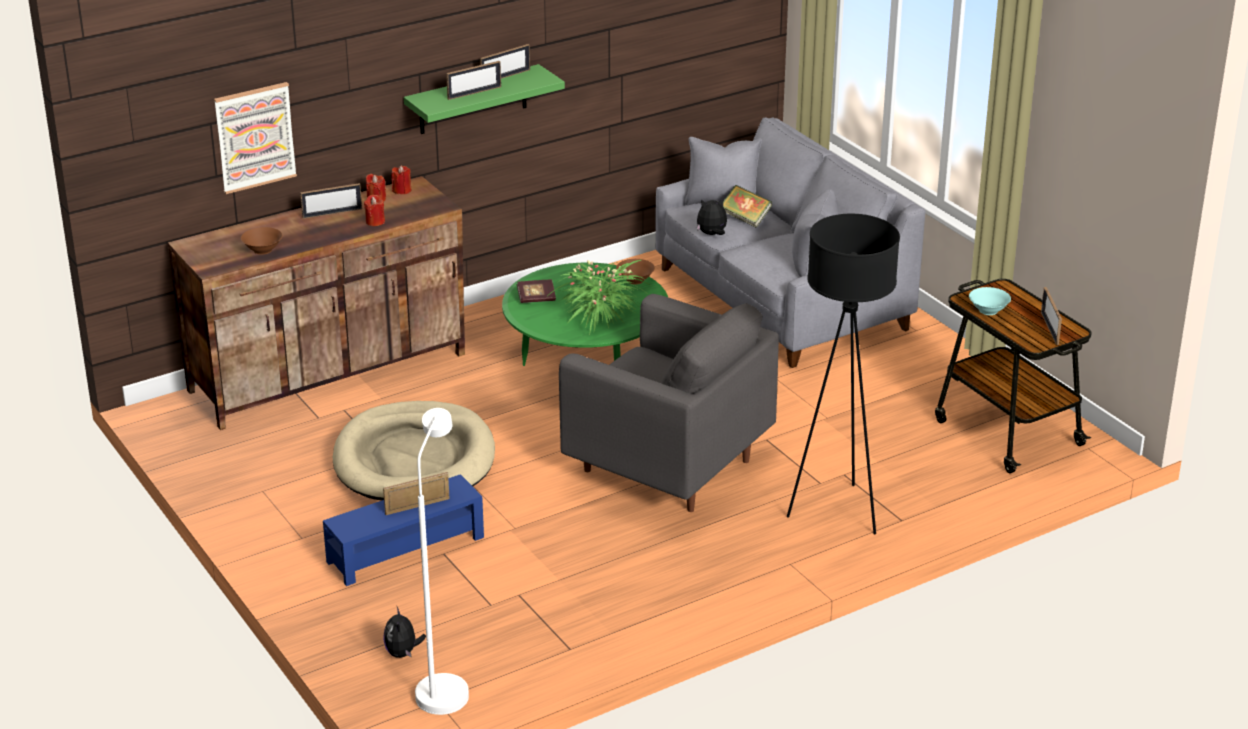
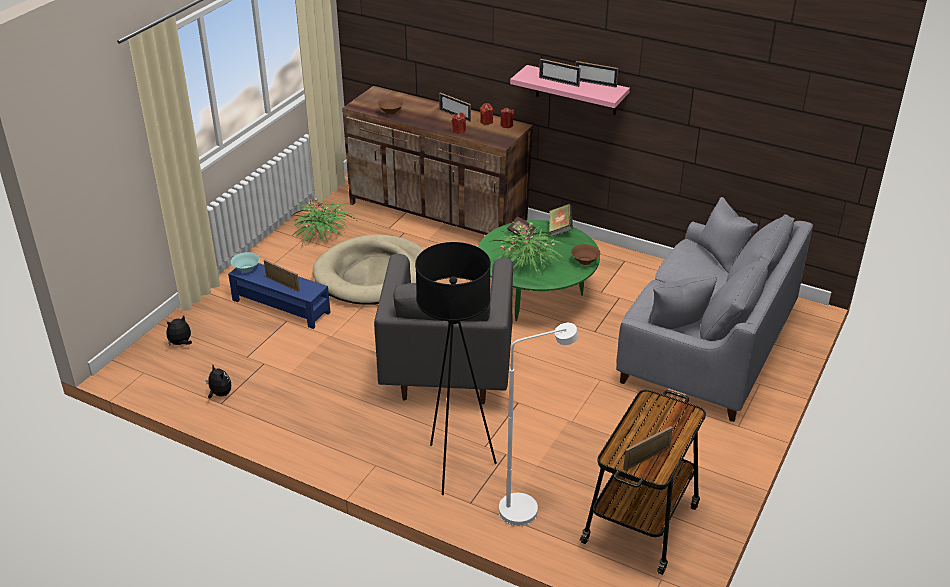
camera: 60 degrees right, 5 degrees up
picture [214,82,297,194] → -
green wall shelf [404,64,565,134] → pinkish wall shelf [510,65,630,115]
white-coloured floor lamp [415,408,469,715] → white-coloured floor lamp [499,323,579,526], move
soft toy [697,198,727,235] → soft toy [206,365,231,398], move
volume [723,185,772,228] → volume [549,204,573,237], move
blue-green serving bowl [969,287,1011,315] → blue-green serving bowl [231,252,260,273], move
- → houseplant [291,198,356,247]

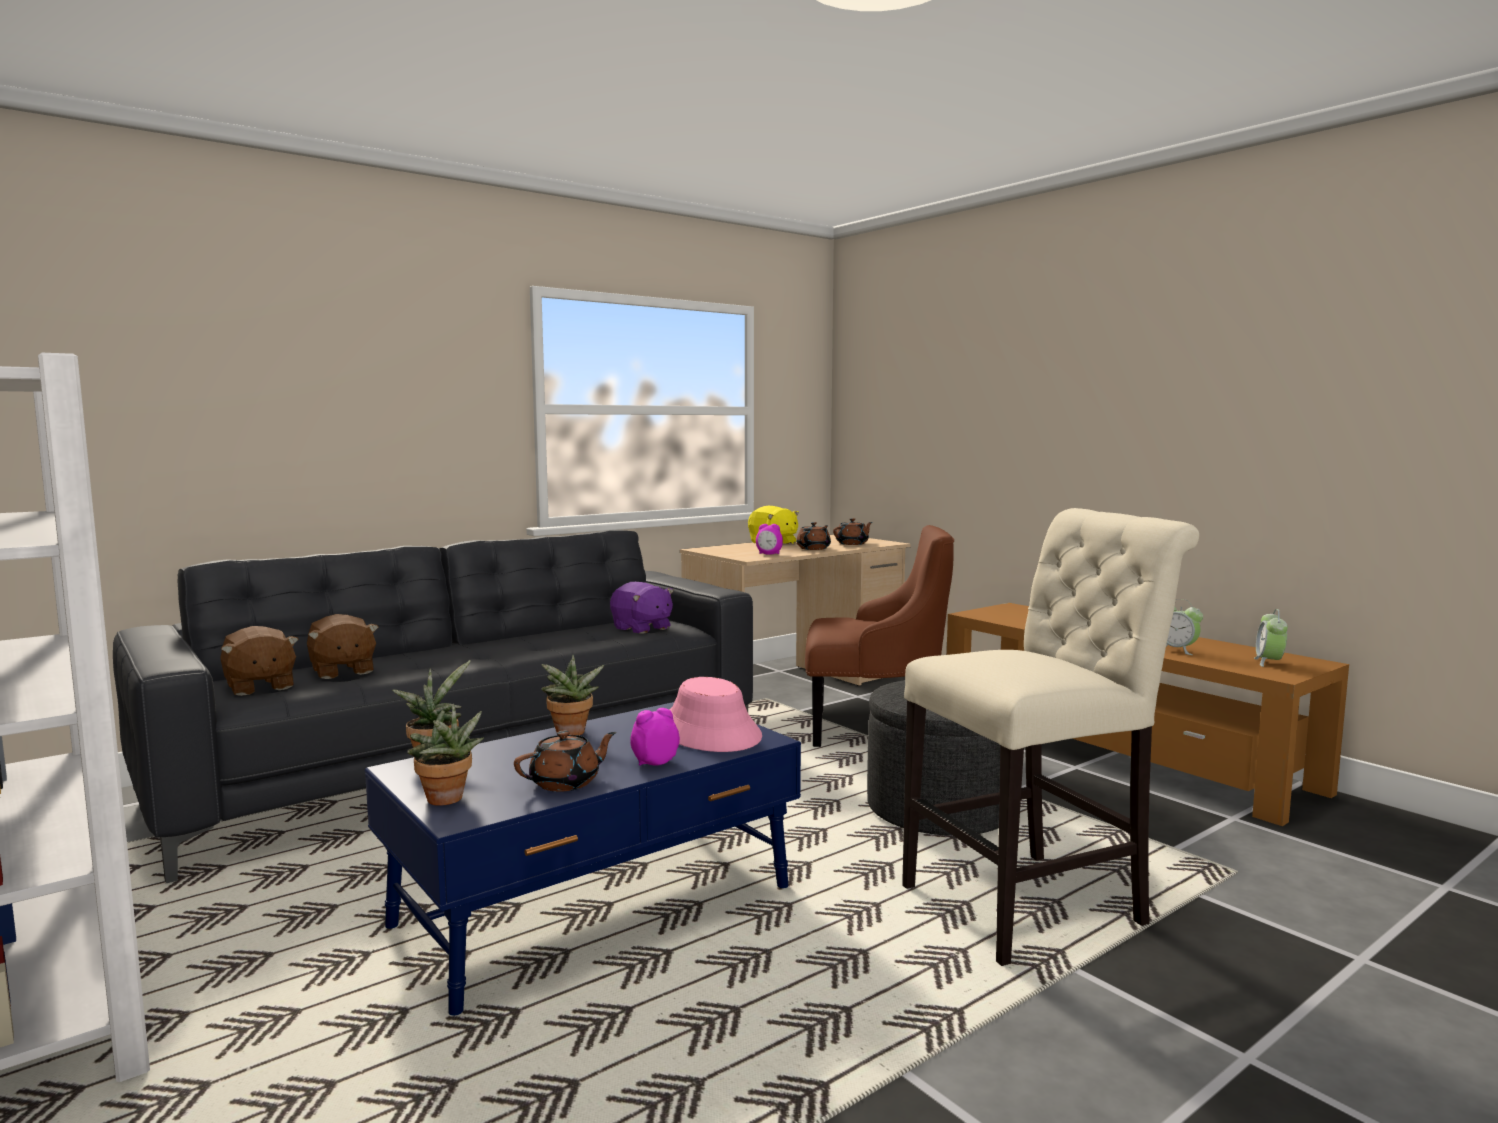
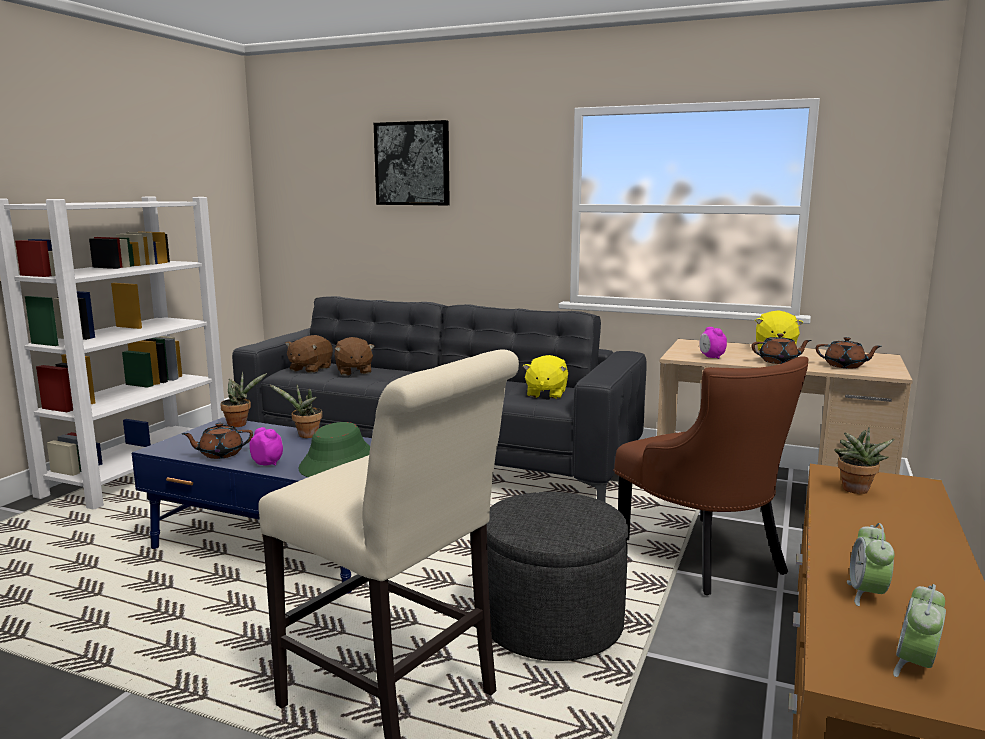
camera: 60 degrees right, 5 degrees up
brownish soft toy [307,614,379,679] → brownish soft toy [335,337,375,376], 45 degrees counterclockwise
houseplant [407,704,484,806] → houseplant [834,427,895,494], move
brownish teapot [514,731,617,792] → brownish teapot [182,423,253,459], 135 degrees clockwise
purplish soft toy [610,582,674,634] → yellow-coloured soft toy [523,355,568,399]
pinkish hat [670,677,762,752] → green hat [298,422,370,477]
table clock [1254,609,1288,667] → table clock [893,584,946,677], 45 degrees counterclockwise
- → picture [374,120,450,205]

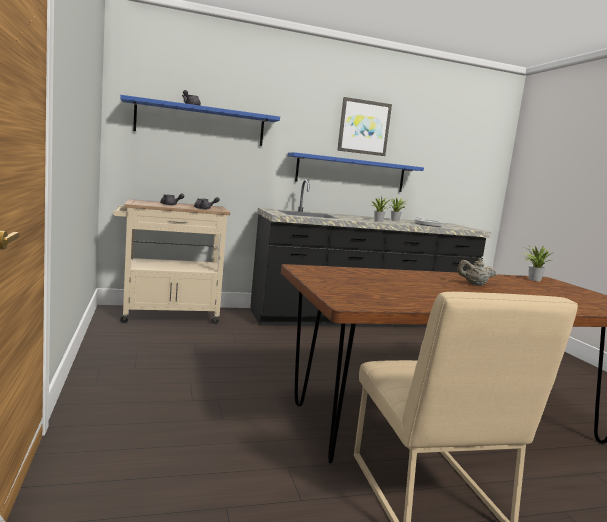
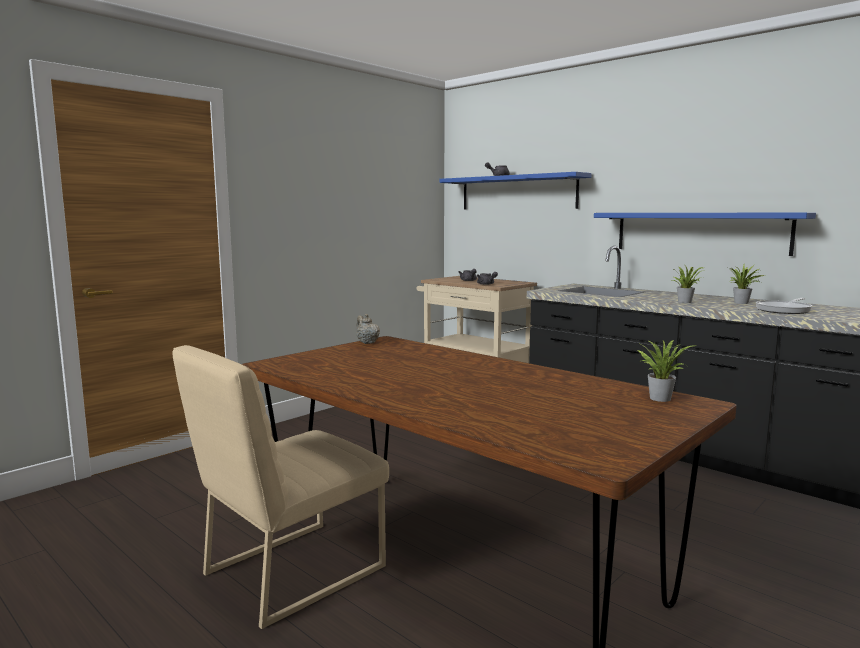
camera: 60 degrees right, 0 degrees up
picture [337,97,392,156] → -
sand-coloured teapot [457,258,496,286] → sand-coloured teapot [356,314,380,344], move

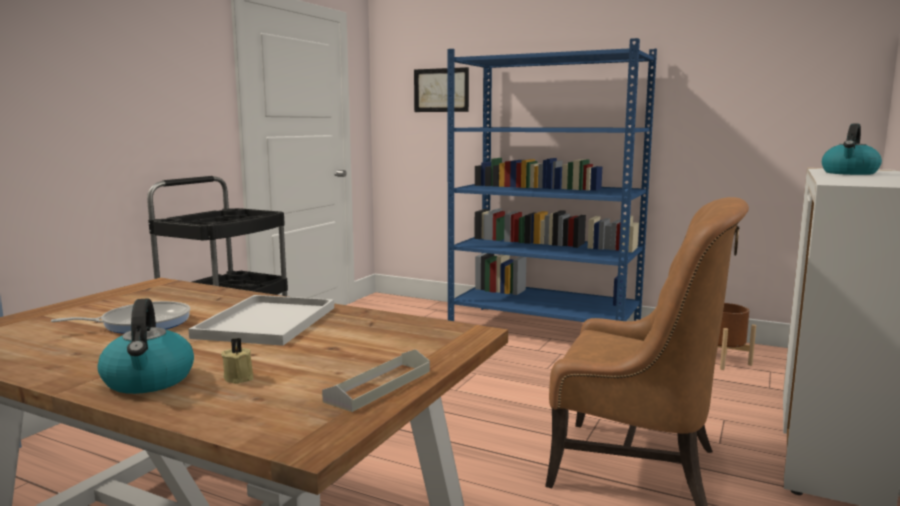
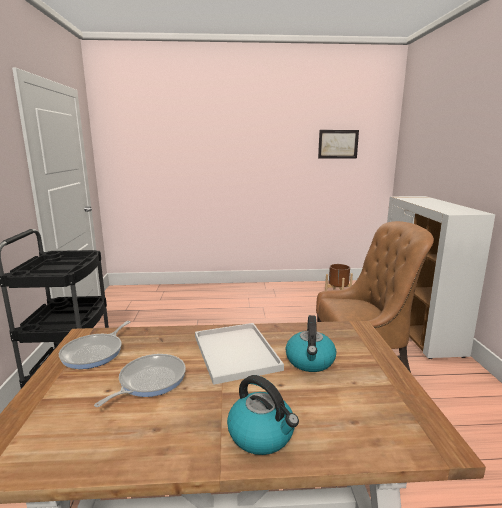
camera: 30 degrees left, 5 degrees up
sand-coloured wax light [221,338,254,384] → -
grey serving tray [322,349,430,412] → -
picture [414,67,469,112] → picture [318,130,359,159], move
blue bookcase [447,38,657,322] → -
water kettle [822,123,882,175] → water kettle [286,315,336,372], move
- → pan [59,321,131,369]

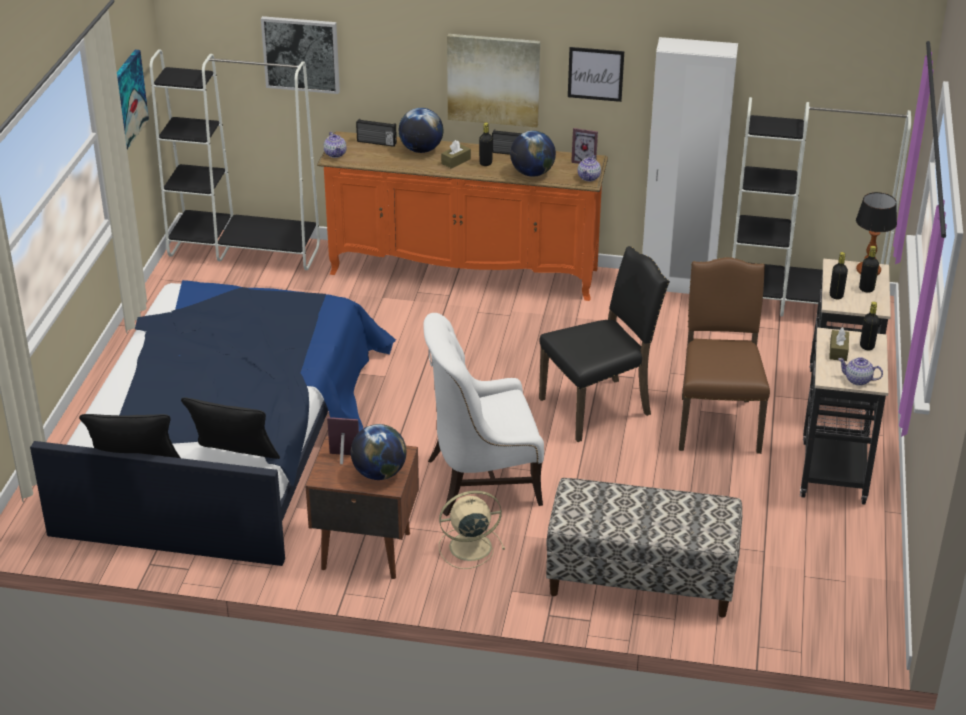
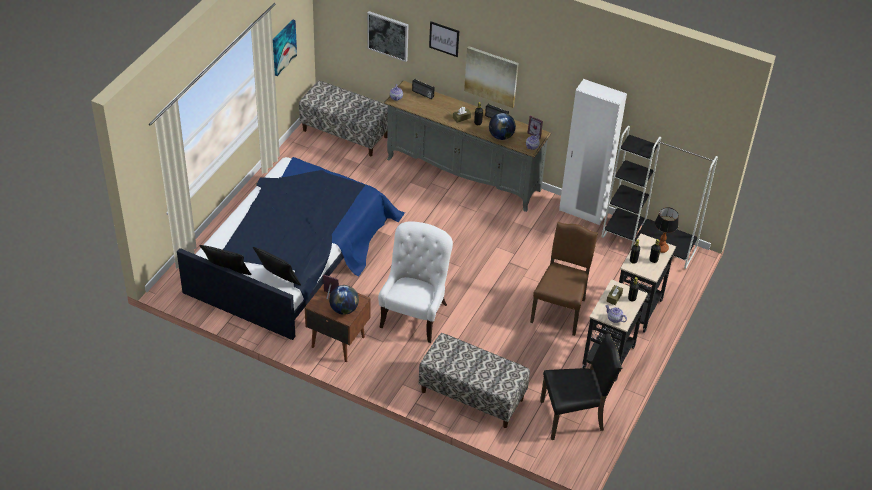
camera: 15 degrees right, 10 degrees up
black-coloured garment stand [150,49,320,270] → indoor bench [299,81,388,156]
orangey chest of drawers [317,131,608,301] → grey chest of drawers [384,81,551,212]
globe [399,108,443,153] → -
white-coloured plain chair [423,313,544,516] → white-coloured plain chair [378,221,453,343], 105 degrees clockwise
sand-coloured electric fan [439,491,505,569] → -
black-coloured plain chair [539,246,670,442] → black-coloured plain chair [540,334,622,440], move
picture [568,47,624,102] → picture [429,21,459,57], move

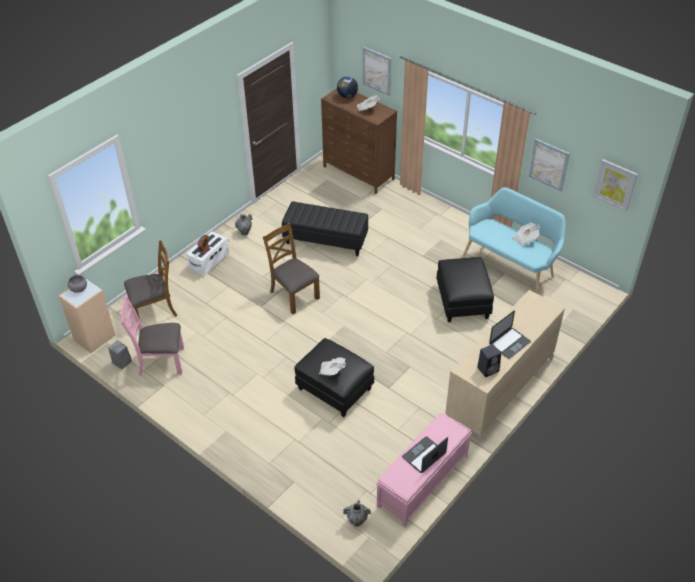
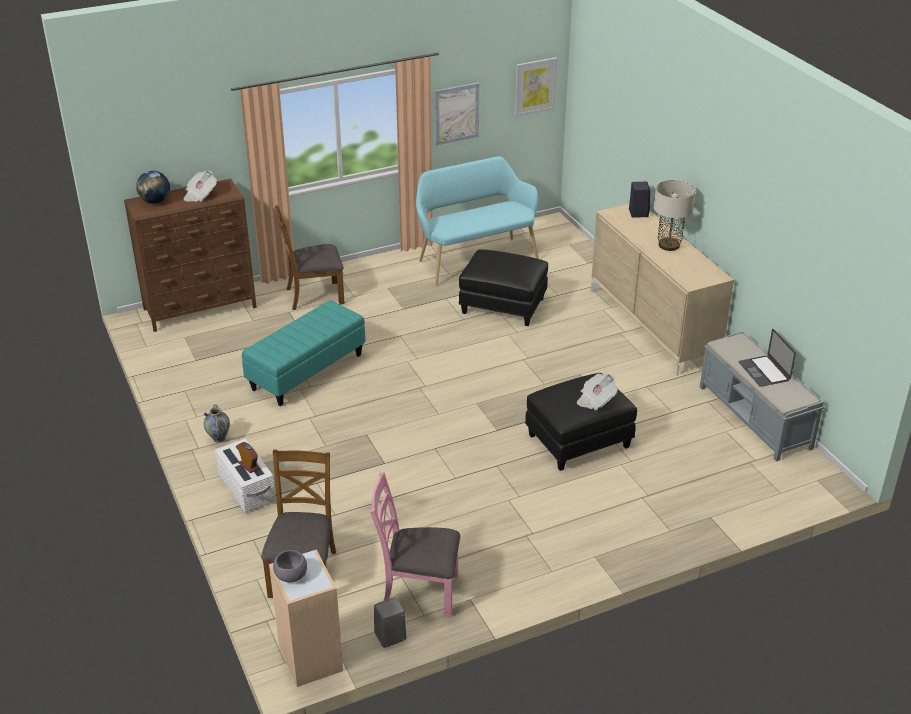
camera: 65 degrees left, 10 degrees down
pinkish plain chair [121,296,184,376] → pinkish plain chair [370,472,460,617], 75 degrees clockwise
brownish plain chair [263,223,320,314] → brownish plain chair [275,205,345,310], move
black-coloured ottoman [282,201,368,256] → blue-green ottoman [242,300,366,407]
vase [343,500,371,527] → -
picture [363,47,392,96] → -
pinkish indoor bench [376,413,472,527] → grey indoor bench [700,331,825,462]
black-coloured loudspeaker [477,344,501,377] → black-coloured loudspeaker [629,182,650,218], move
laptop [489,311,531,359] → lamp for a table [654,180,696,251]
printed paper [513,222,540,246] → -

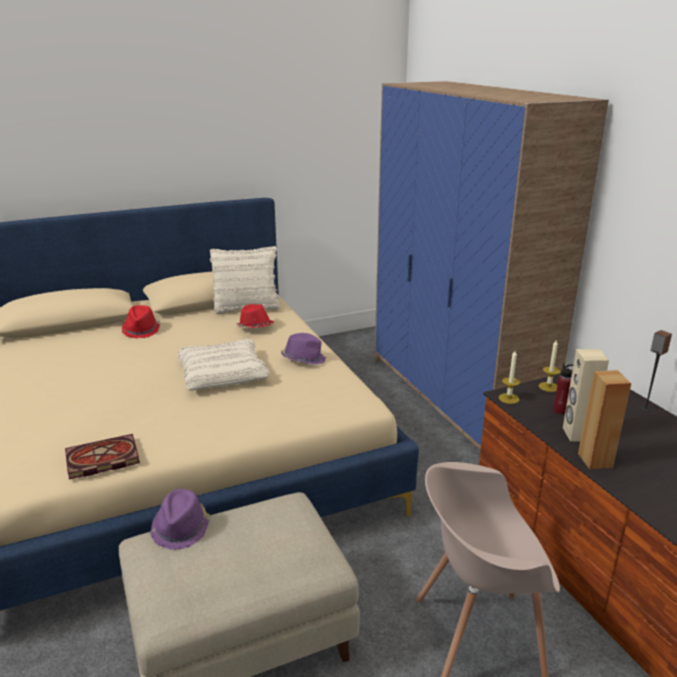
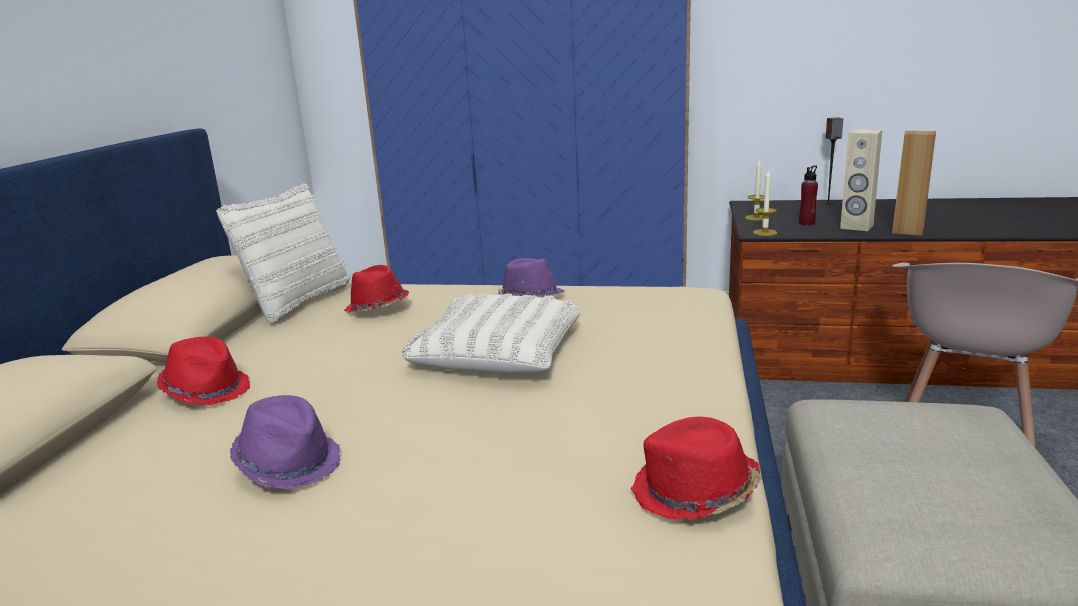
camera: 55 degrees left, 5 degrees down
volume [65,434,140,480] → red hat [631,417,761,520]
purplish hat [150,489,210,550] → purplish hat [230,395,340,490], move

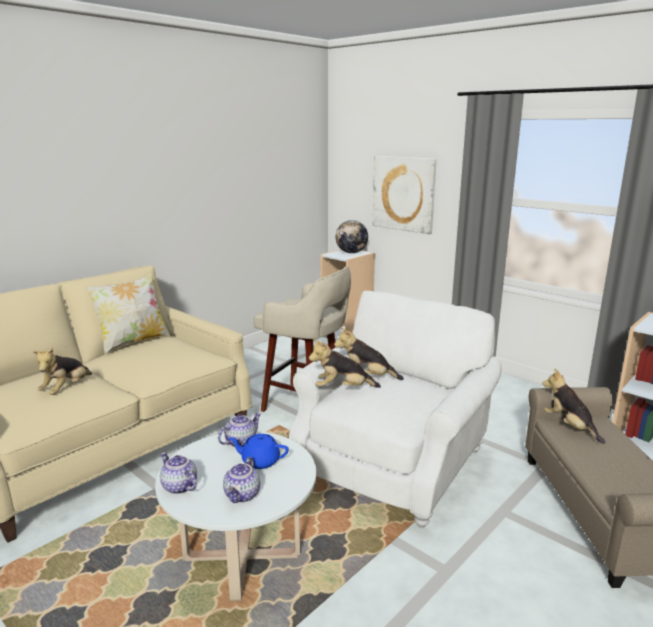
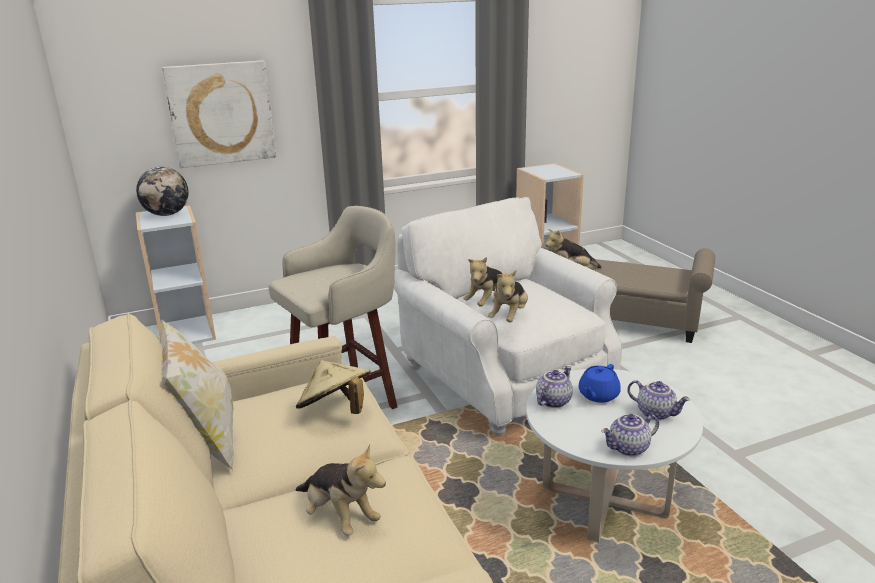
camera: 65 degrees left, 5 degrees up
teapot [218,413,261,447] → teapot [536,366,573,408], 60 degrees clockwise
- → sand-coloured hat [296,360,371,414]

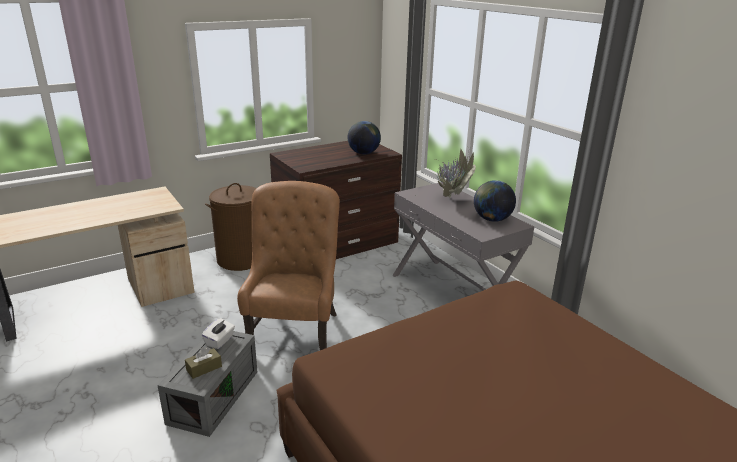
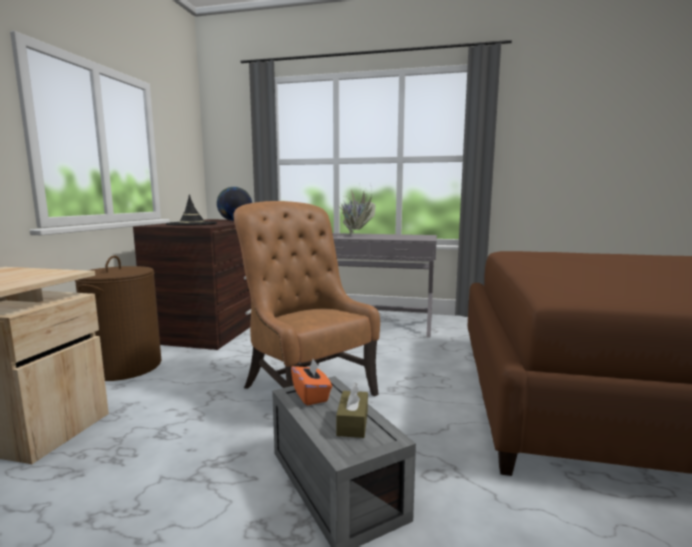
camera: 45 degrees left, 15 degrees down
white-coloured box of tissues [202,318,235,349] → orangey box of tissues [291,359,332,406]
globe [474,180,516,222] → -
- → black-coloured hat [166,194,218,226]

